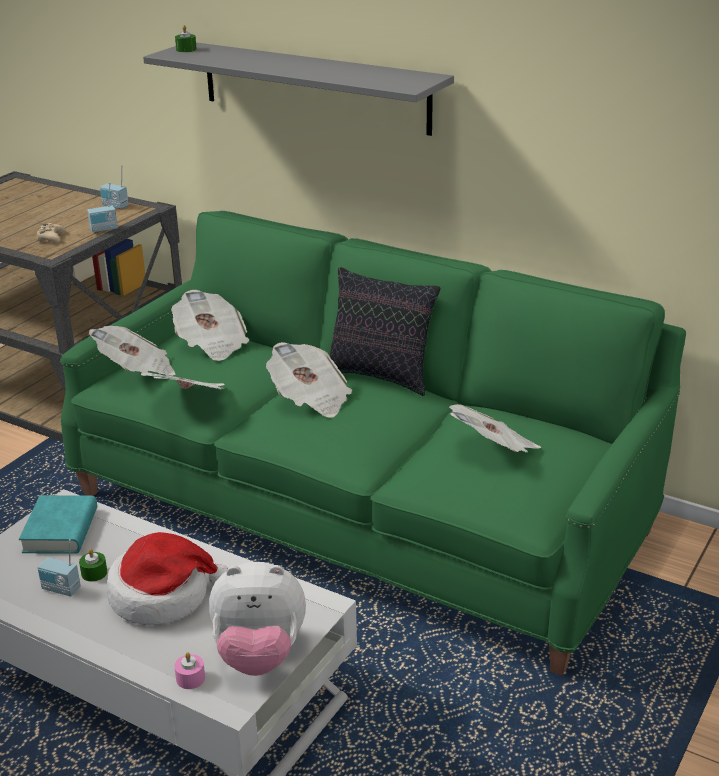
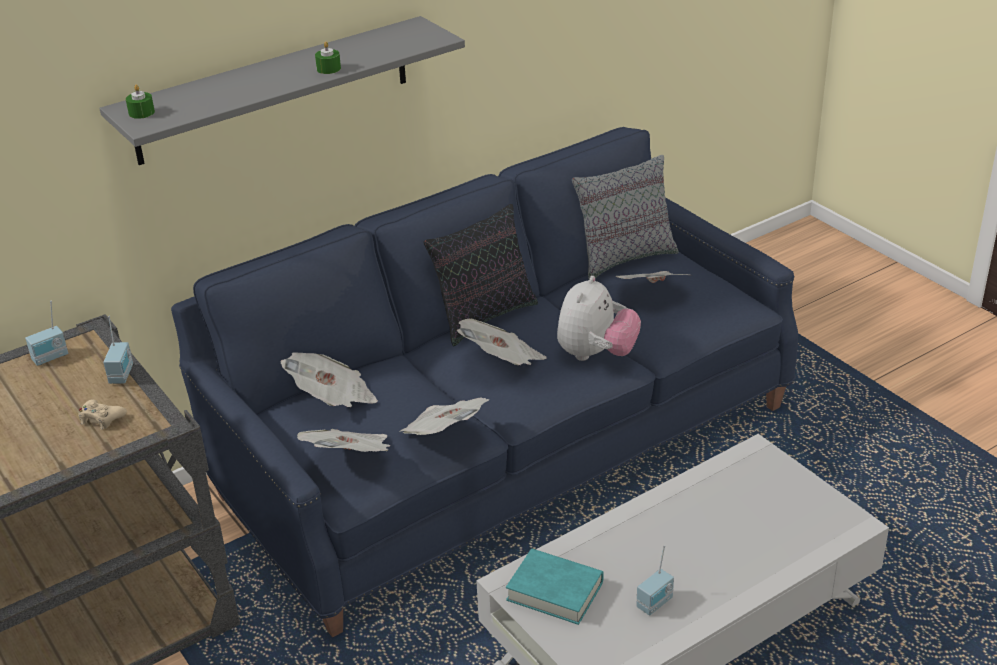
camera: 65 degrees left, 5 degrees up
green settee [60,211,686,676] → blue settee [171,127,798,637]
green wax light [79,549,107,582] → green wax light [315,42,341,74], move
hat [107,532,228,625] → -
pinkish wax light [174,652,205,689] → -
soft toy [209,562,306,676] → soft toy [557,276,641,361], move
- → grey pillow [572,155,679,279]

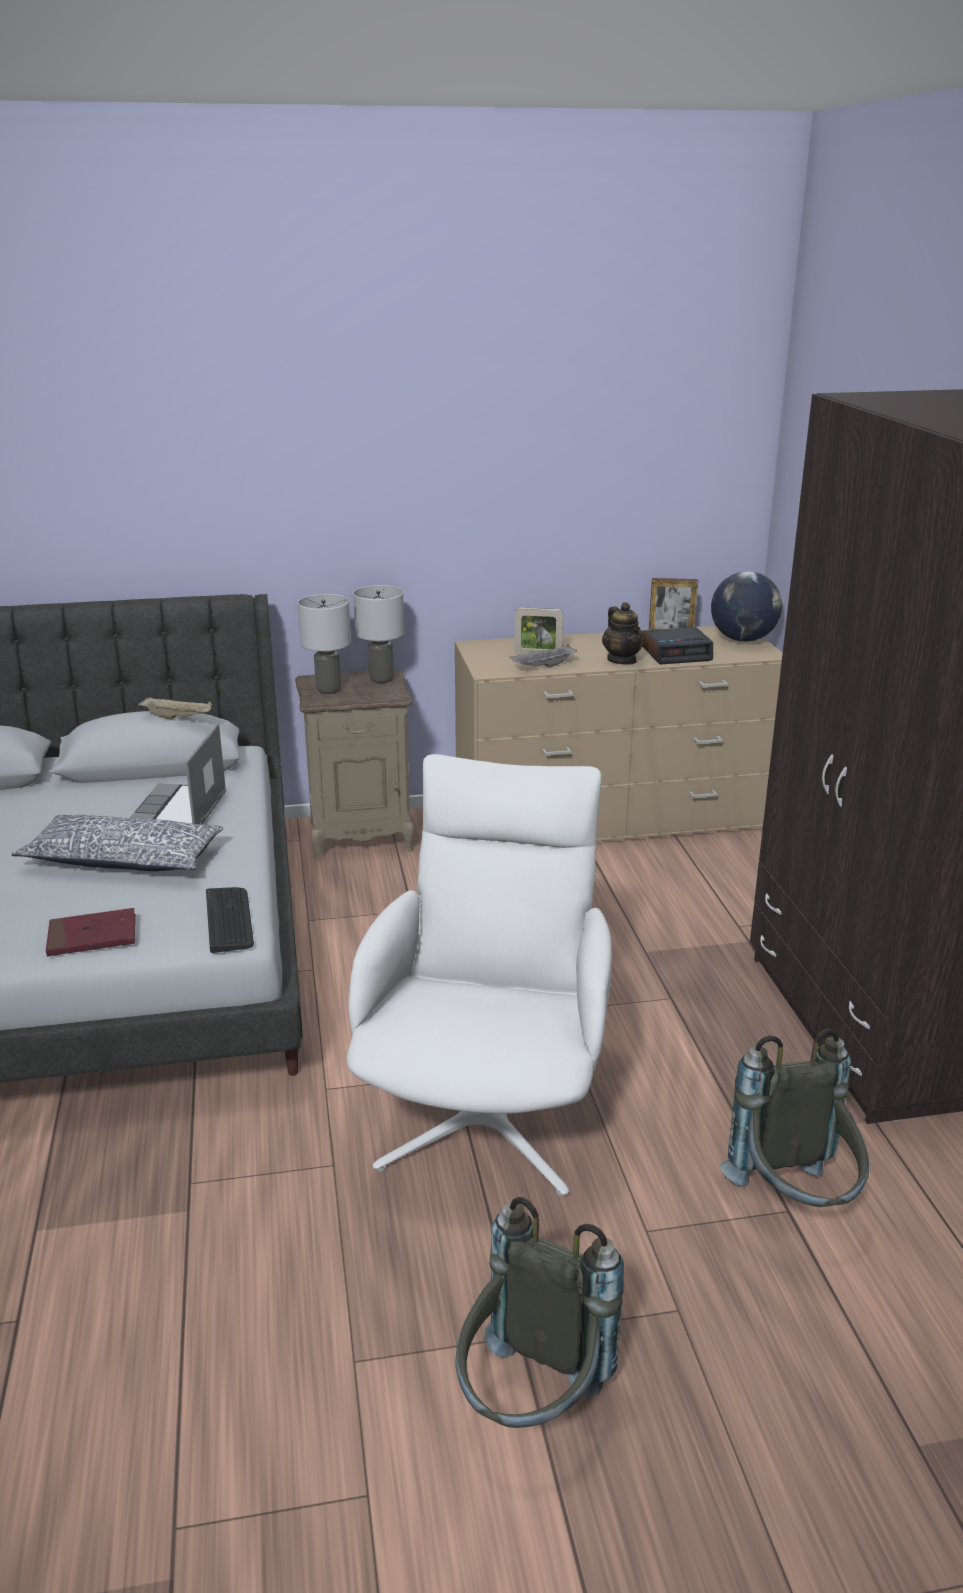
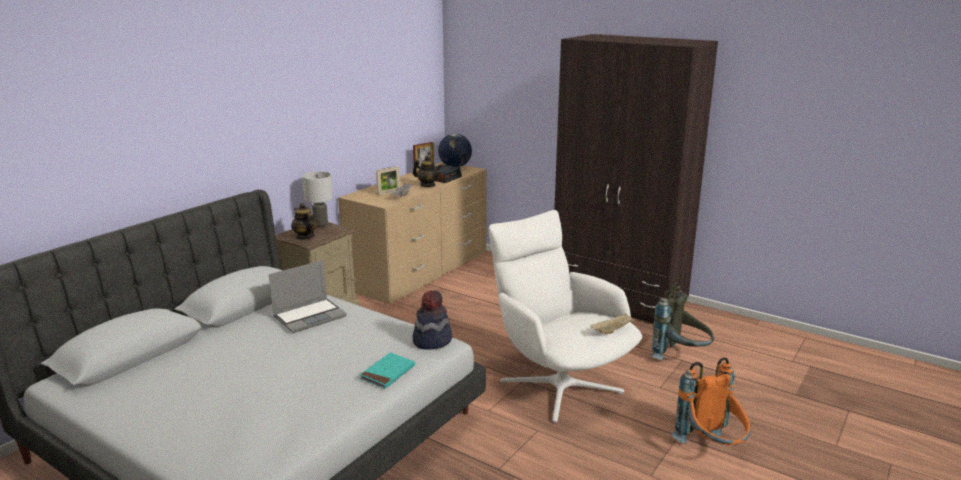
camera: 45 degrees left, 5 degrees down
pillow [11,815,224,871] → -
red volume [46,908,135,956] → blue-green volume [360,352,415,389]
laptop [130,723,226,825] → laptop [269,260,347,333], 90 degrees counterclockwise
sand-coloured serving tray [138,697,212,720] → sand-coloured serving tray [590,313,636,334], move
PC keyboard [206,887,254,953] → hat [413,290,452,350]
white-coloured lamp for a table [298,594,351,694] → teapot [291,203,317,240]
grey knapsack [455,1197,624,1428] → orangey knapsack [671,357,751,445]

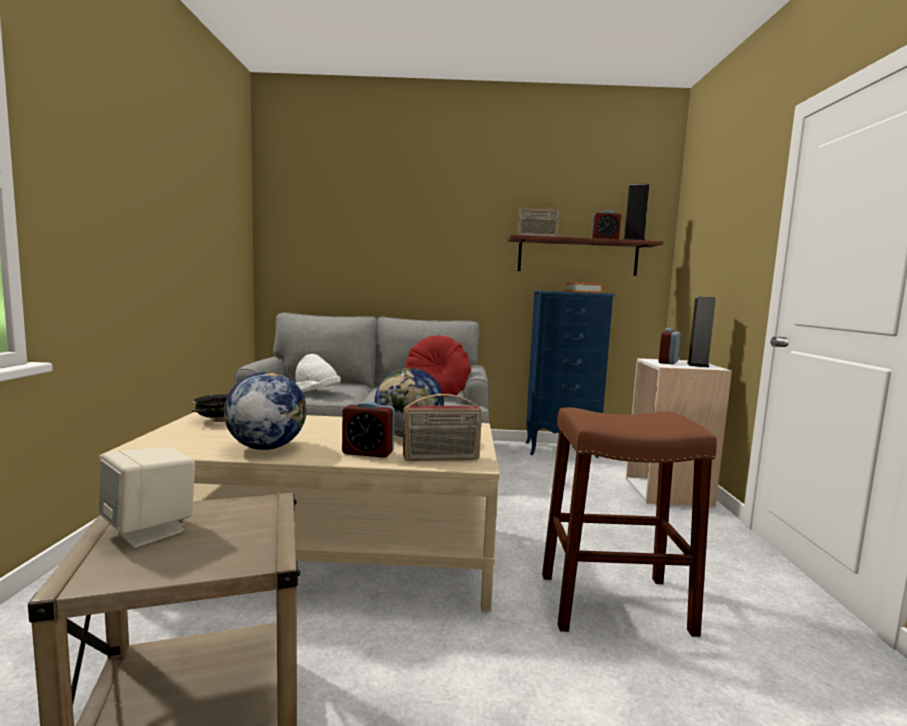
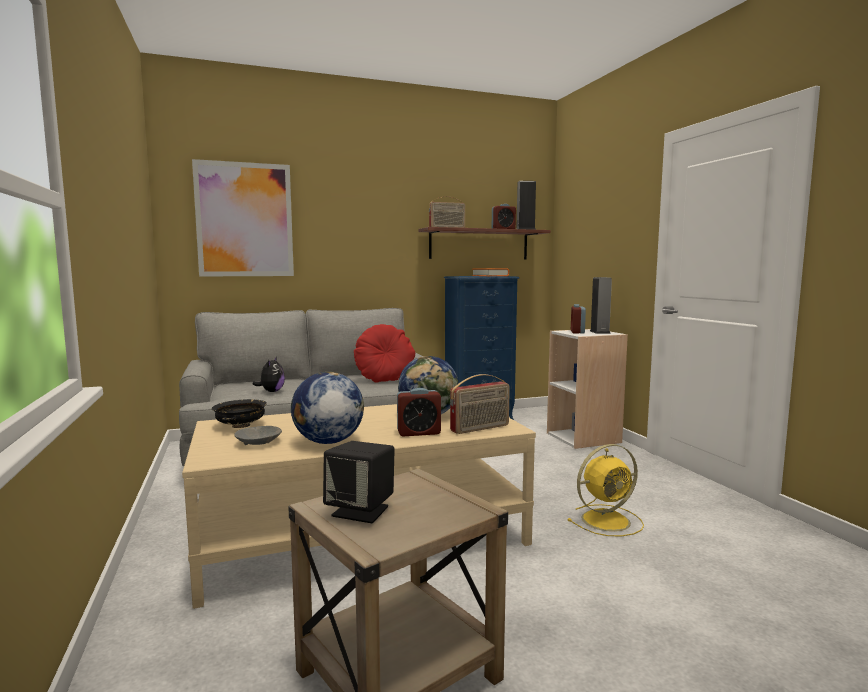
camera: 20 degrees left, 0 degrees up
sand-coloured loudspeaker [98,447,195,548] → black-coloured loudspeaker [323,441,395,523]
white-coloured hat [295,354,341,392] → soft toy [252,356,285,392]
brownish stool [542,407,717,637] → yellow-coloured electric fan [568,444,644,536]
- → picture [192,159,294,276]
- → grey serving bowl [234,426,282,445]

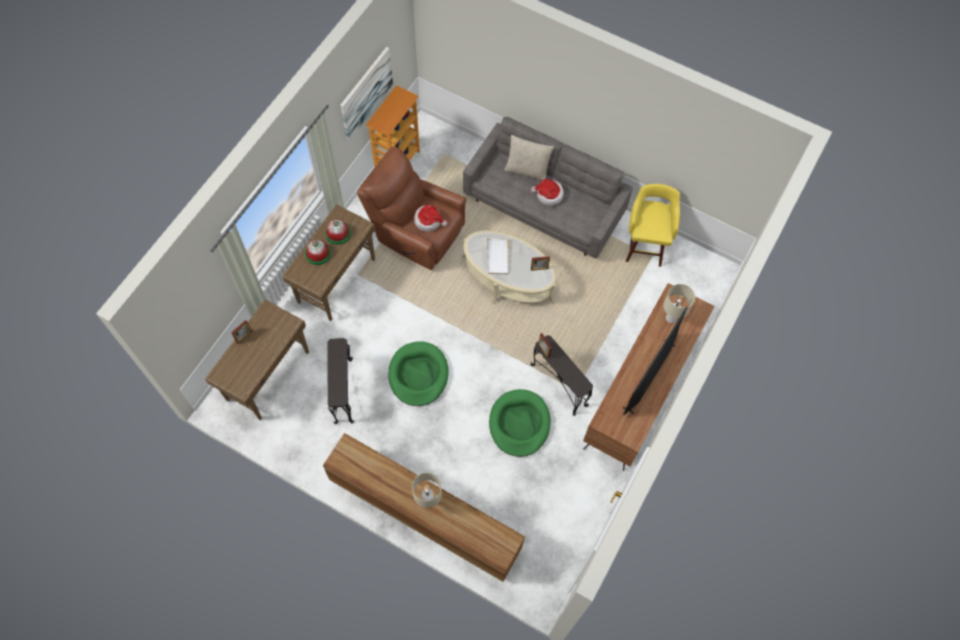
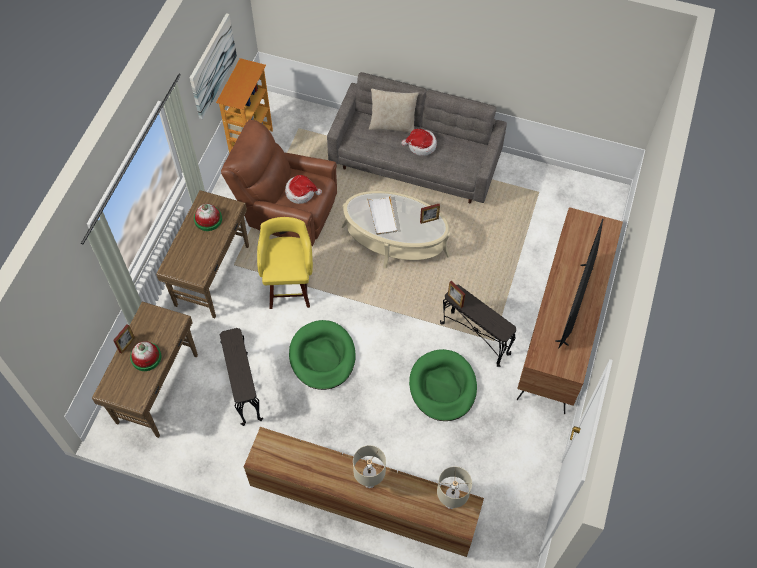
camera: 10 degrees left, 5 degrees down
hat [305,240,331,265] → hat [130,341,162,371], move
yellow-coloured stool [626,184,680,267] → yellow-coloured stool [257,217,313,309], move
sand-coloured lamp for a table [663,284,695,323] → sand-coloured lamp for a table [437,466,472,509], move

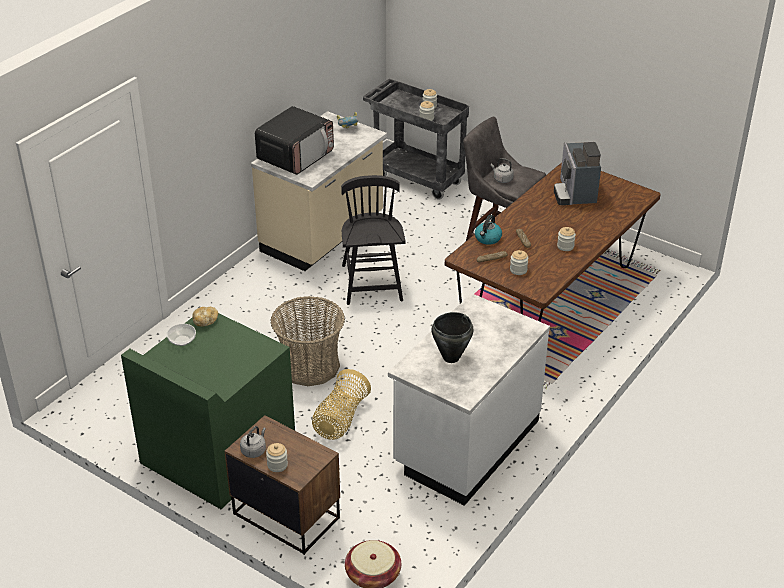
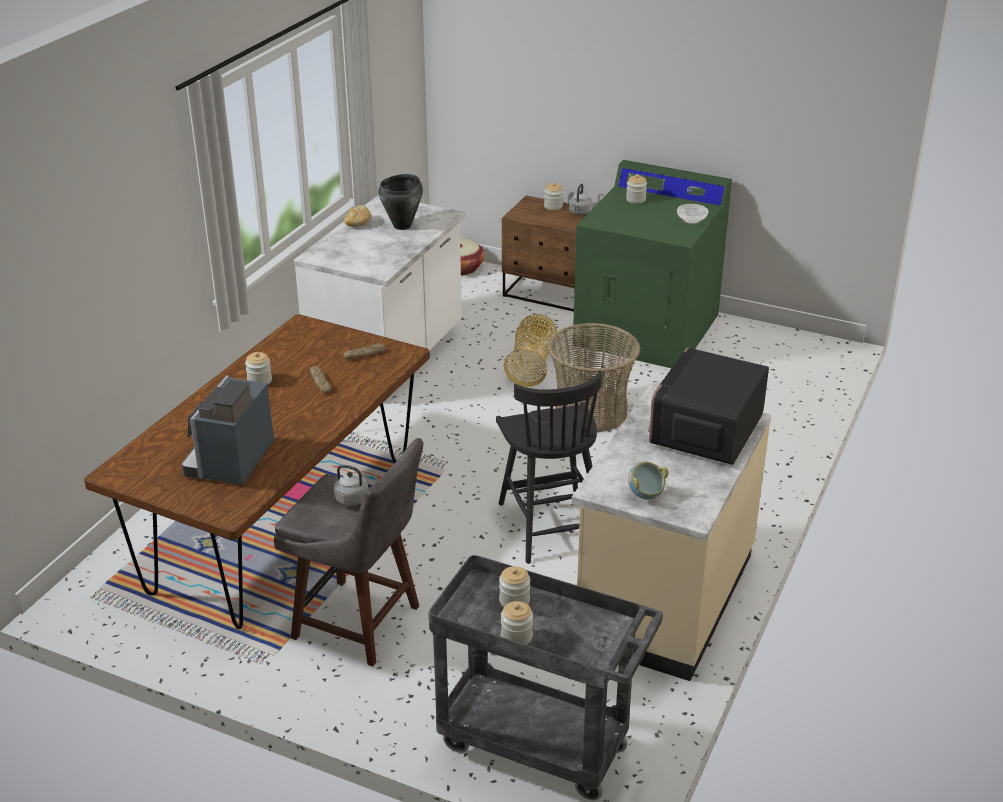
camera: 170 degrees right, 5 degrees down
bread [192,307,218,327] → bread [344,205,372,227], move
water kettle [475,215,502,245] → -
jar [510,250,528,275] → jar [626,174,647,204], move
coffee brewer [554,142,601,205] → coffee brewer [182,375,274,485], 150 degrees counterclockwise

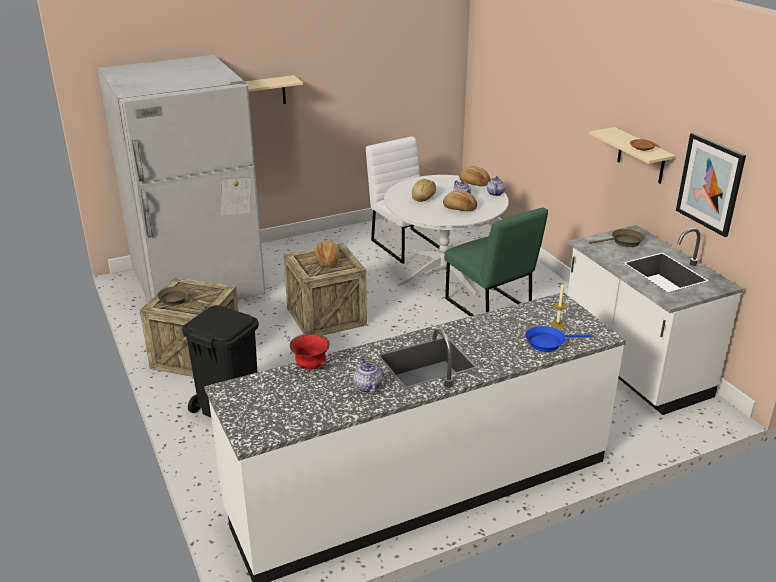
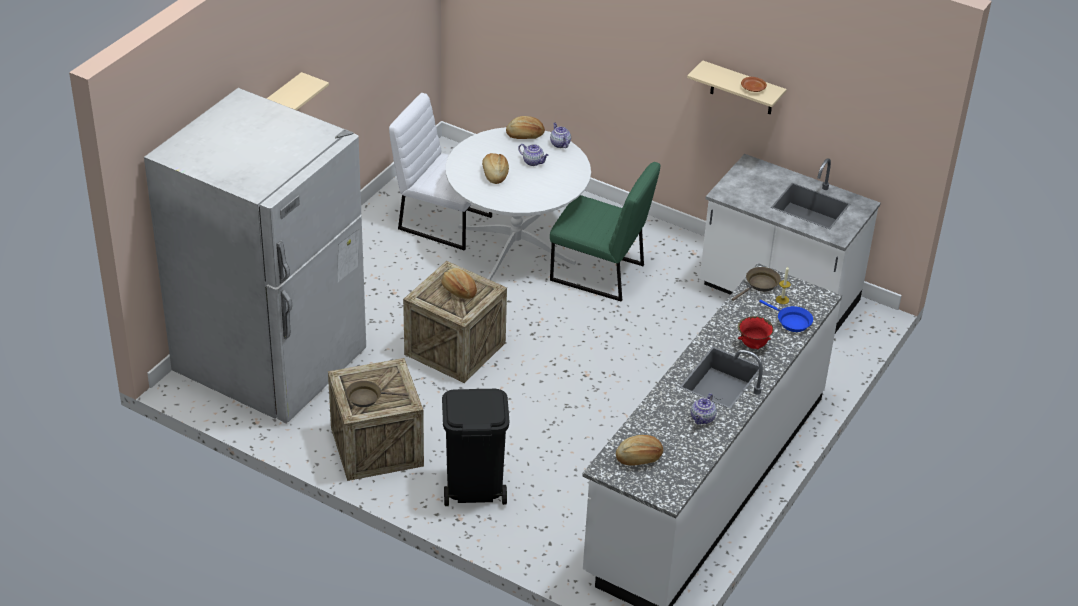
camera: 35 degrees left, 10 degrees up
red serving bowl [290,334,330,370] → red serving bowl [738,316,774,349], move
teapot [353,357,383,393] → teapot [691,393,717,424], 105 degrees counterclockwise
bread [443,190,477,211] → bread [616,435,663,466], move
blue pan [525,326,592,352] → blue pan [759,300,813,332], 90 degrees counterclockwise
brownish pan [589,229,645,247] → brownish pan [732,267,781,301], move
picture [676,133,746,237] → -

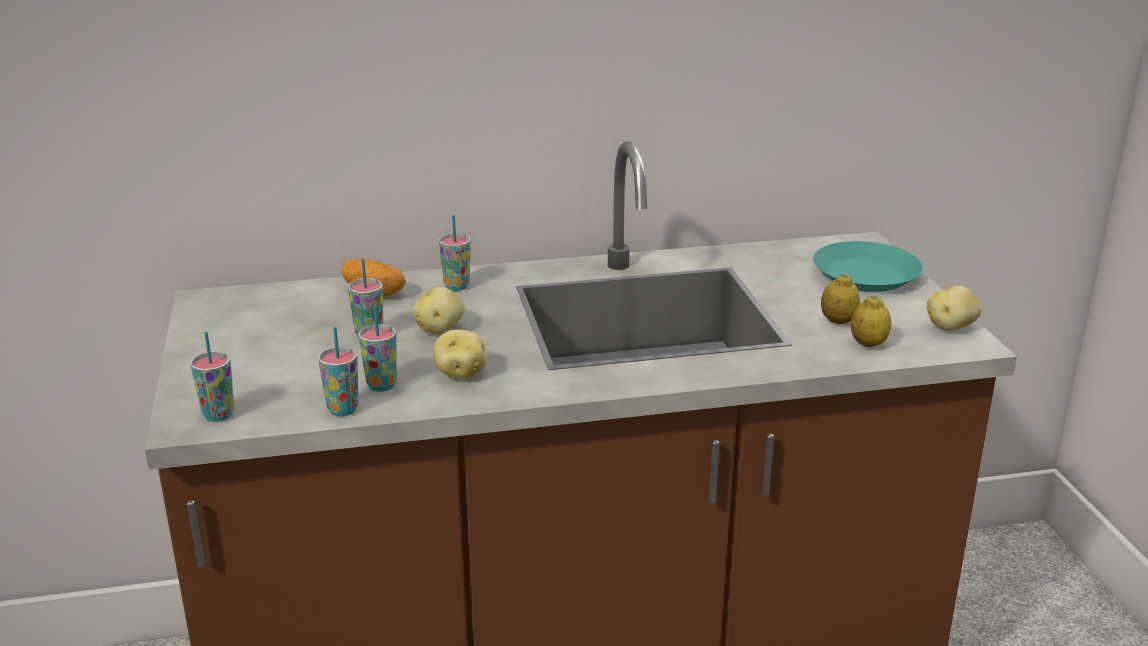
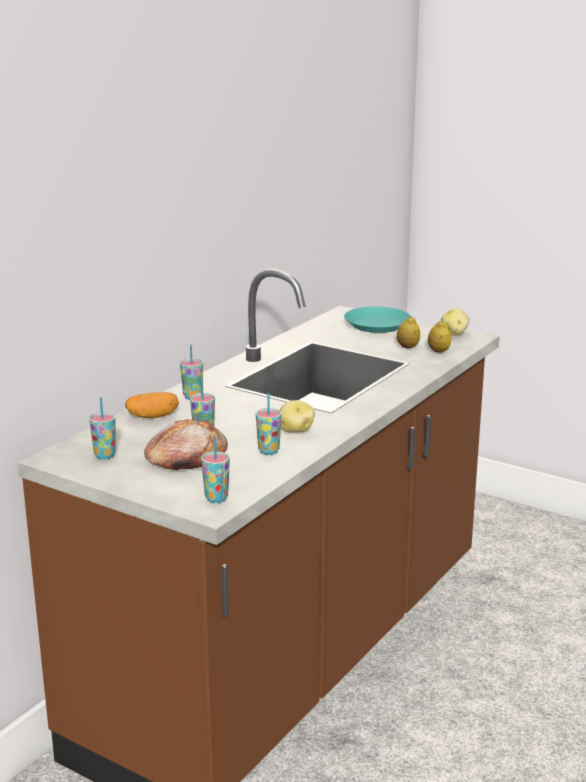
camera: 45 degrees left, 5 degrees down
cup [318,327,358,416] → cup [89,397,116,460], move
spud [413,287,465,335] → -
- → bread [144,419,228,470]

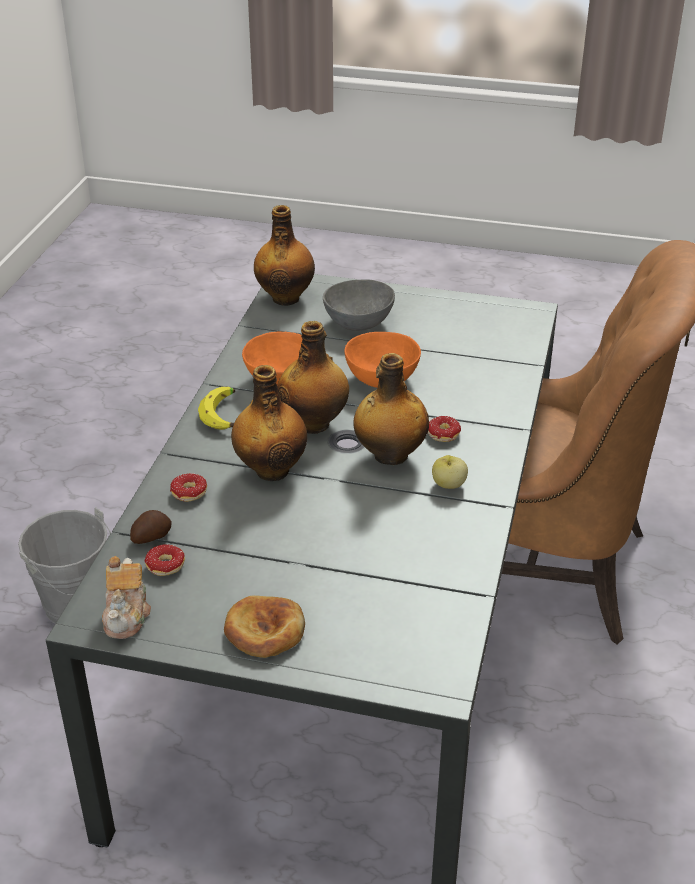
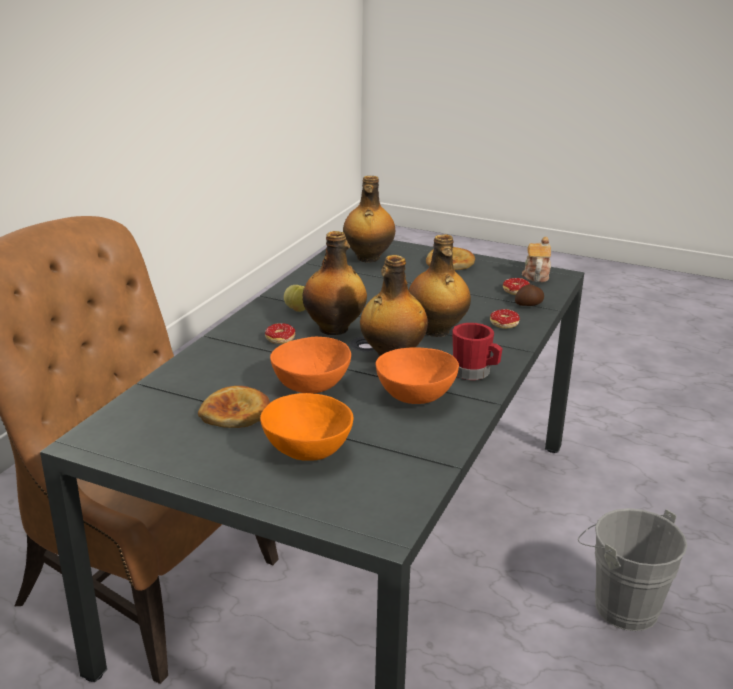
camera: 170 degrees left, 10 degrees down
banana [198,387,235,430] → red mug [453,323,503,380]
drink bottle [254,205,315,306] → drink bottle [343,176,395,263], move
grey serving bowl [323,280,395,331] → orangey serving bowl [260,393,353,461]
- → bread [198,386,270,428]

